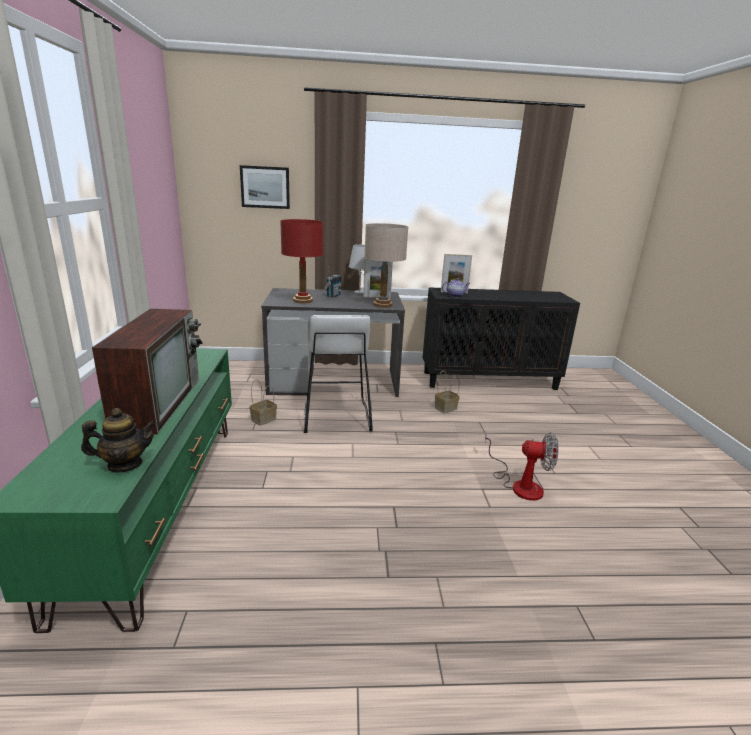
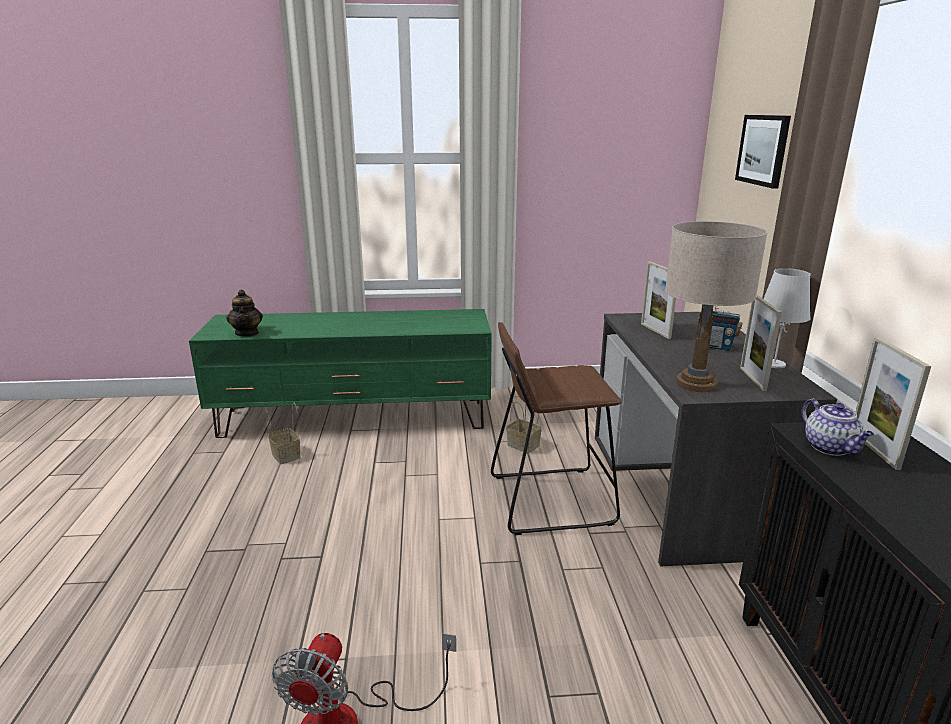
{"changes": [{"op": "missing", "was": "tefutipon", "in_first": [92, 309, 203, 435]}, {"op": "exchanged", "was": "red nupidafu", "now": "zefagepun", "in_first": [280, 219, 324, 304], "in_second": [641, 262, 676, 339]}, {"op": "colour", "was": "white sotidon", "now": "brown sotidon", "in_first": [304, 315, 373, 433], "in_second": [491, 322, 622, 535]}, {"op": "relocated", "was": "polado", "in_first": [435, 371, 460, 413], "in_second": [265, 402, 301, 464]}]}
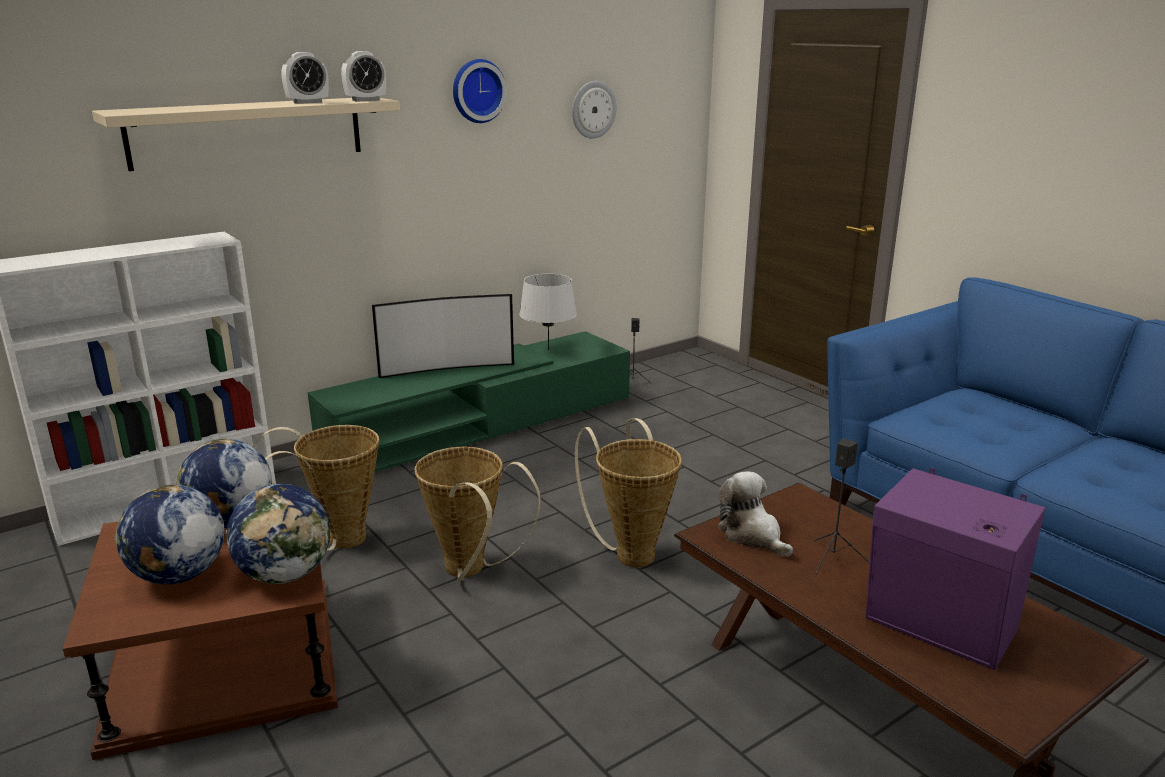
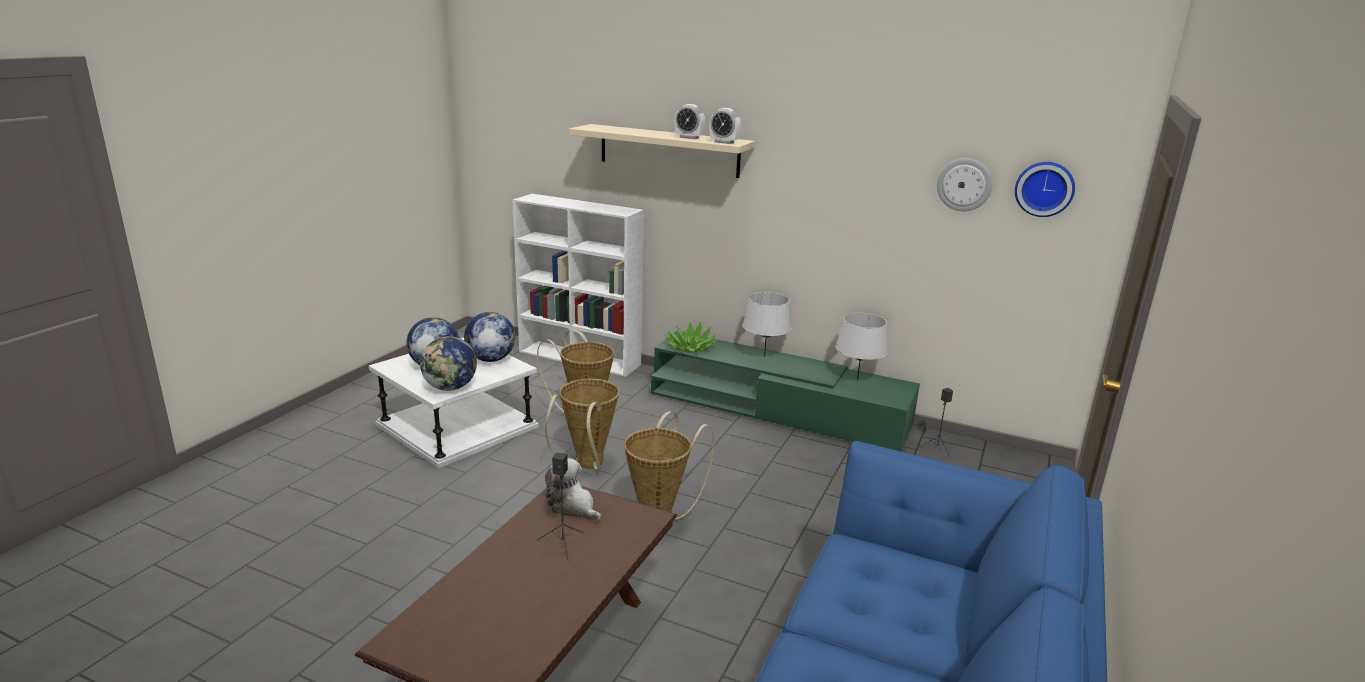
{"changes": [{"op": "colour", "was": "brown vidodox", "now": "white vidodox", "in_first": [63, 493, 338, 760], "in_second": [369, 338, 539, 469]}, {"op": "exchanged", "was": "tefutipon", "now": "grey nupidafu", "in_first": [372, 294, 514, 378], "in_second": [743, 292, 792, 356]}, {"op": "relocated", "was": "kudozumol", "in_first": [453, 59, 507, 123], "in_second": [1015, 162, 1075, 217]}, {"op": "spun", "was": "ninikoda", "in_first": [718, 471, 793, 557], "in_second": [545, 458, 601, 522], "clockwise": -75}, {"op": "missing", "was": "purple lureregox", "in_first": [865, 468, 1045, 670]}, {"op": "appeared", "now": "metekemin", "in_second": [665, 321, 717, 353]}]}
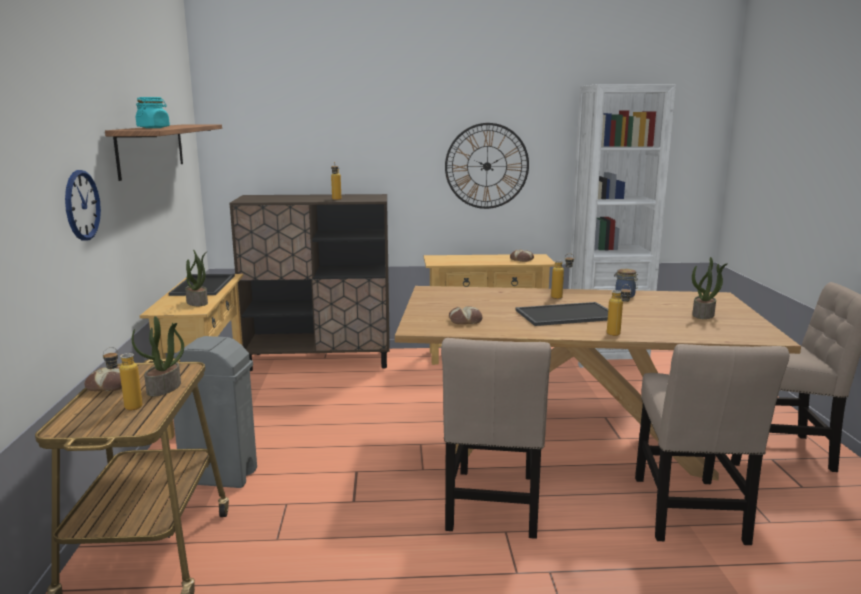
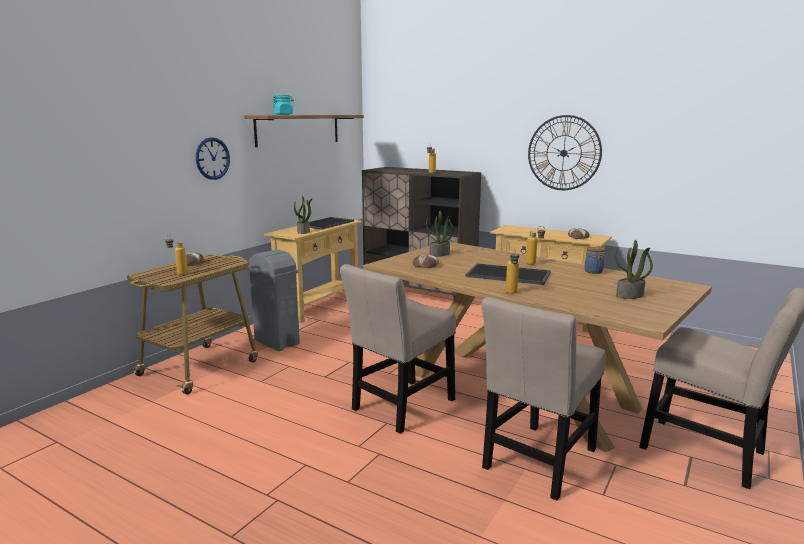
{"changes": [{"op": "relocated", "was": "metekemin", "in_first": [132, 316, 184, 396], "in_second": [426, 211, 454, 257]}, {"op": "missing", "was": "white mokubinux", "in_first": [568, 84, 676, 368]}]}
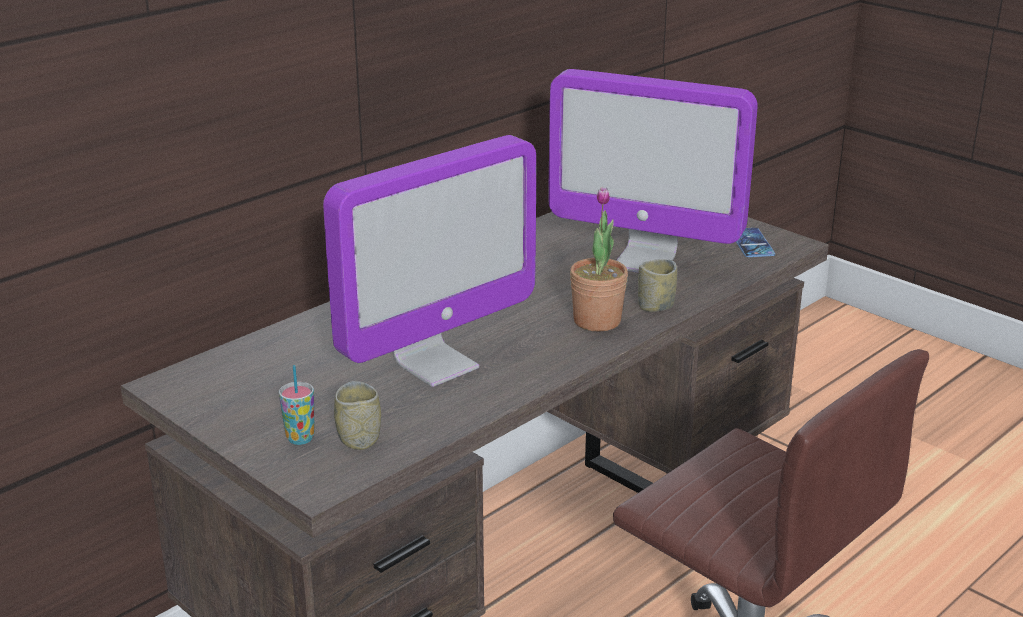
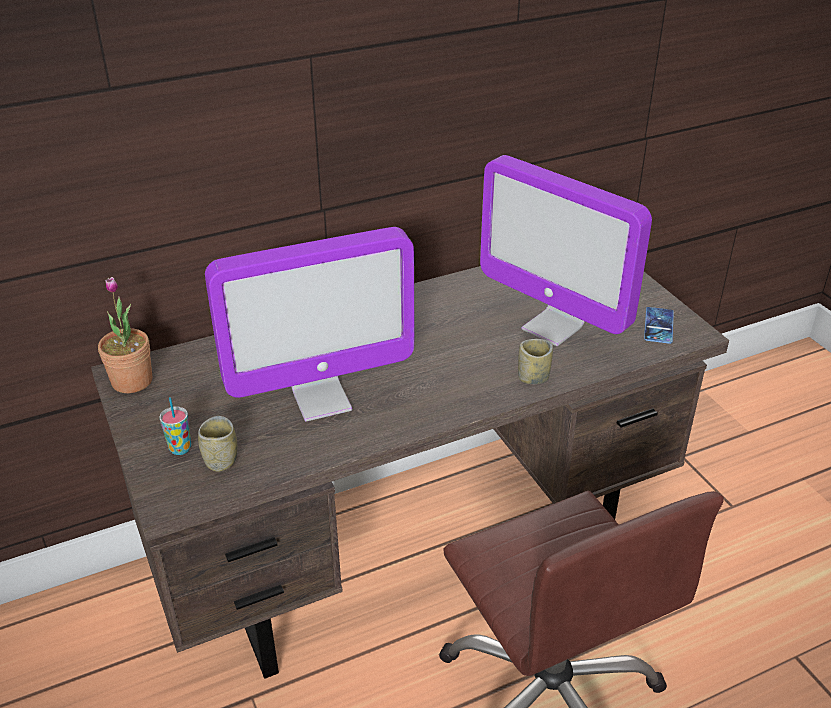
{"changes": [{"op": "relocated", "was": "metekemin", "in_first": [570, 187, 628, 332], "in_second": [98, 277, 152, 393]}]}
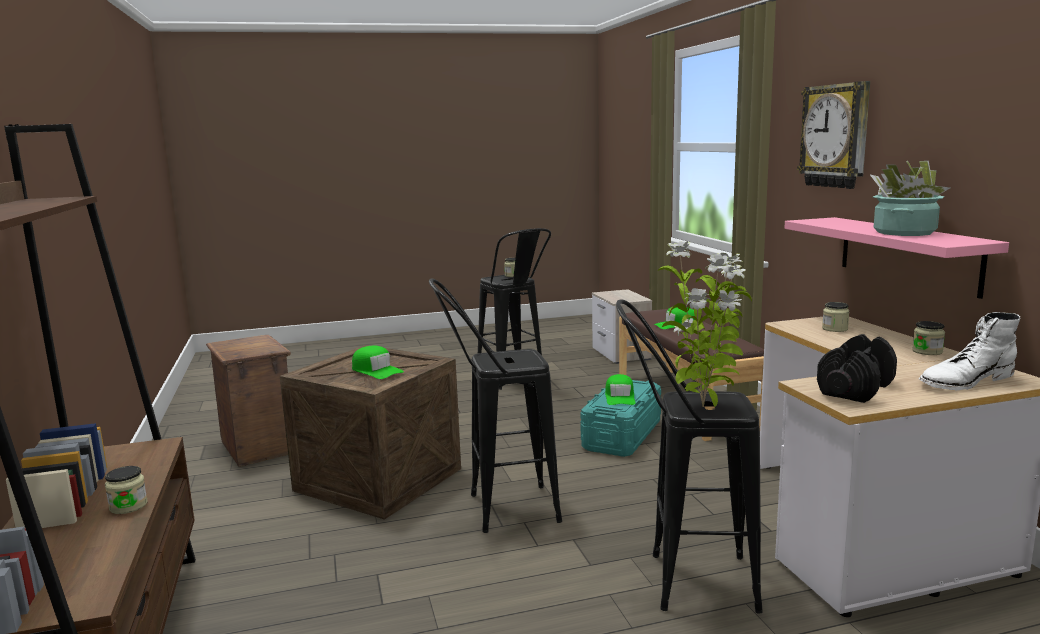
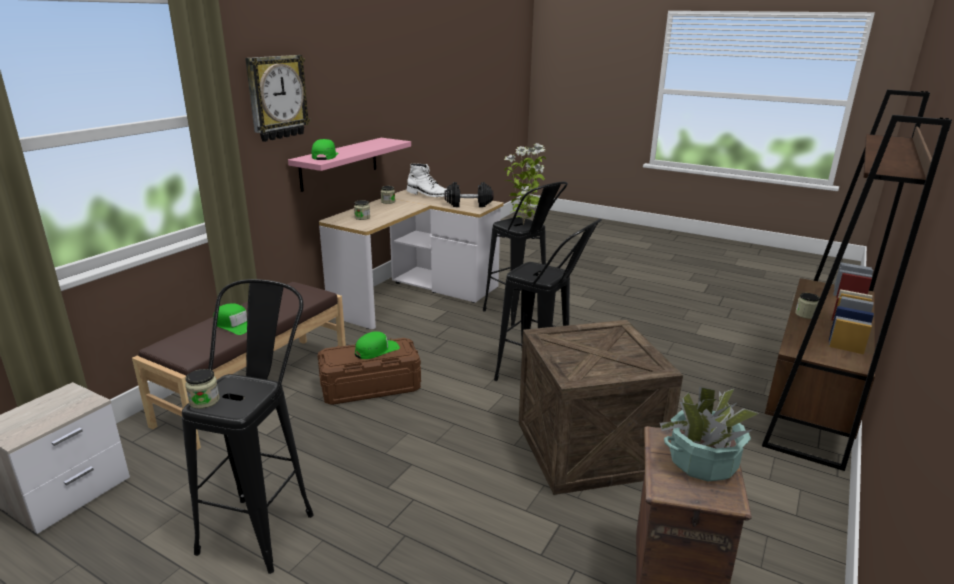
{"changes": [{"op": "relocated", "was": "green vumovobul", "in_first": [352, 346, 404, 379], "in_second": [312, 139, 338, 160]}, {"op": "colour", "was": "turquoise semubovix", "now": "brown semubovix", "in_first": [580, 380, 661, 457], "in_second": [317, 338, 421, 405]}, {"op": "relocated", "was": "metekemin", "in_first": [869, 161, 950, 236], "in_second": [660, 387, 759, 482]}]}
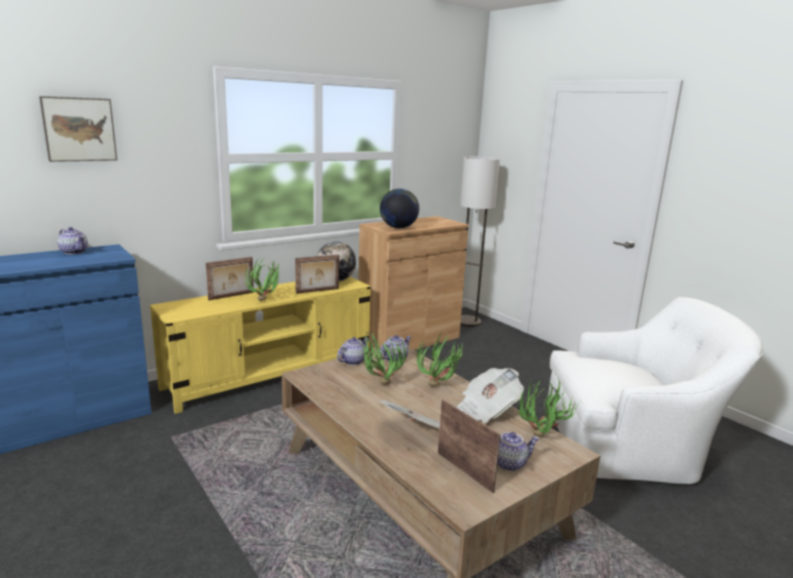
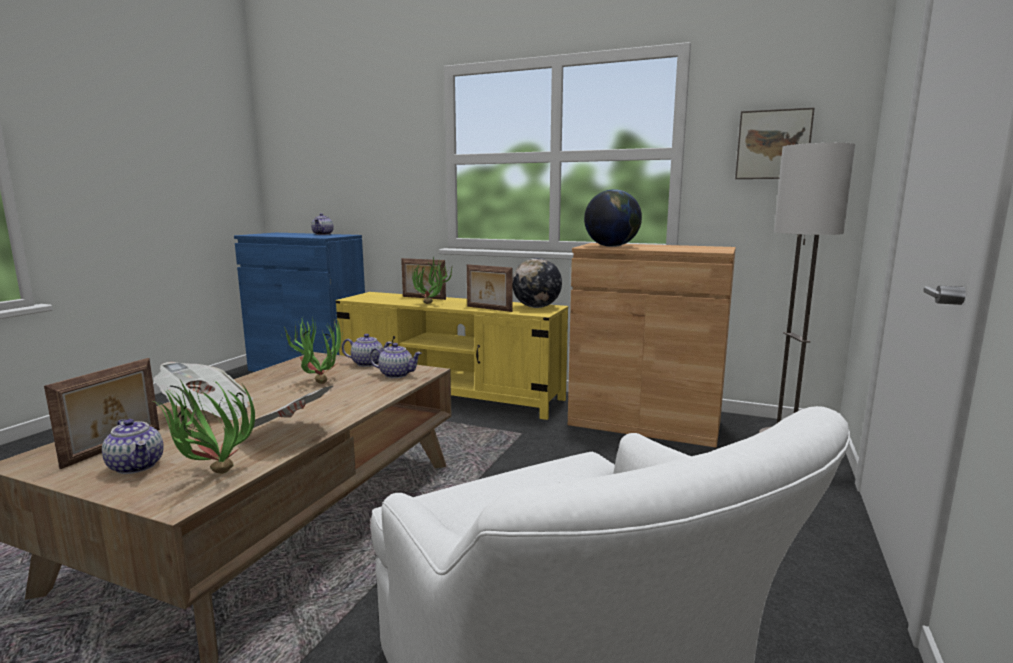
{"changes": [{"op": "relocated", "was": "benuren", "in_first": [39, 96, 117, 162], "in_second": [735, 108, 815, 179]}, {"op": "missing", "was": "metekemin", "in_first": [416, 333, 465, 386]}]}
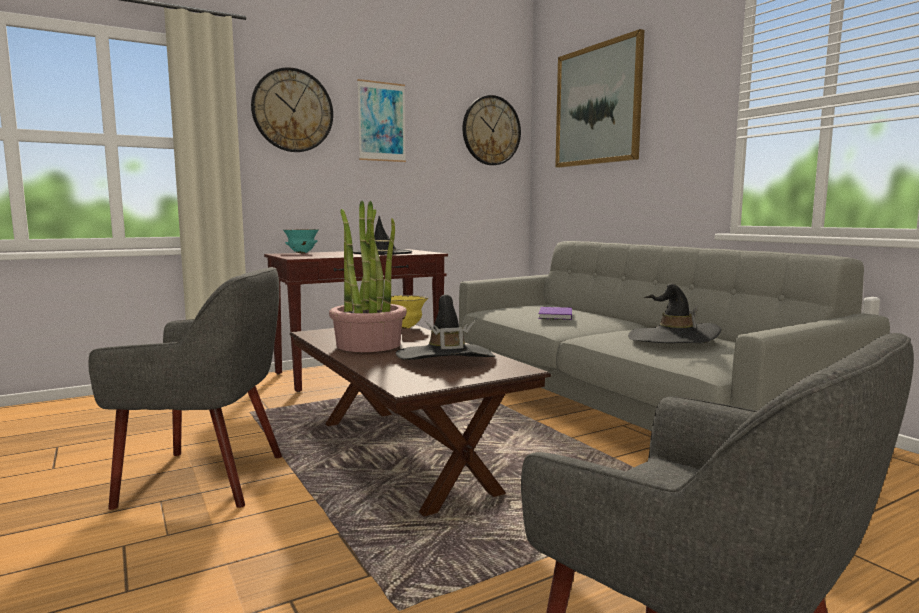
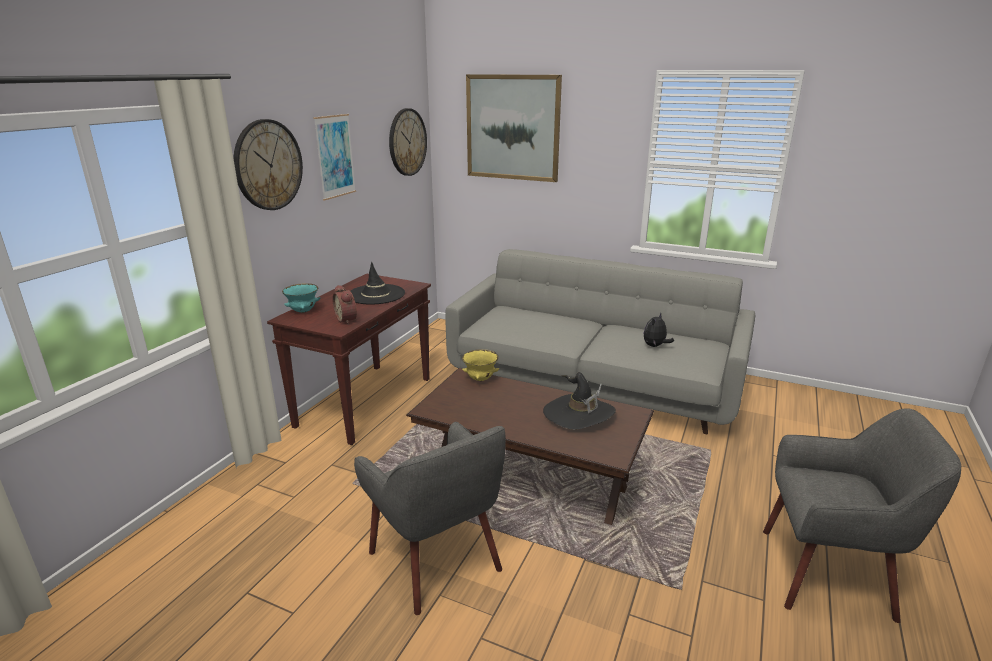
{"changes": [{"op": "spun", "was": "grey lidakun", "in_first": [88, 267, 282, 510], "in_second": [354, 422, 506, 615], "clockwise": 90}, {"op": "missing", "was": "metekemin", "in_first": [329, 201, 407, 352]}, {"op": "missing", "was": "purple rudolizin", "in_first": [538, 307, 572, 320]}, {"op": "exchanged", "was": "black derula", "now": "ninikoda", "in_first": [628, 284, 721, 343], "in_second": [644, 313, 674, 347]}, {"op": "appeared", "now": "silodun", "in_second": [332, 285, 357, 325]}]}
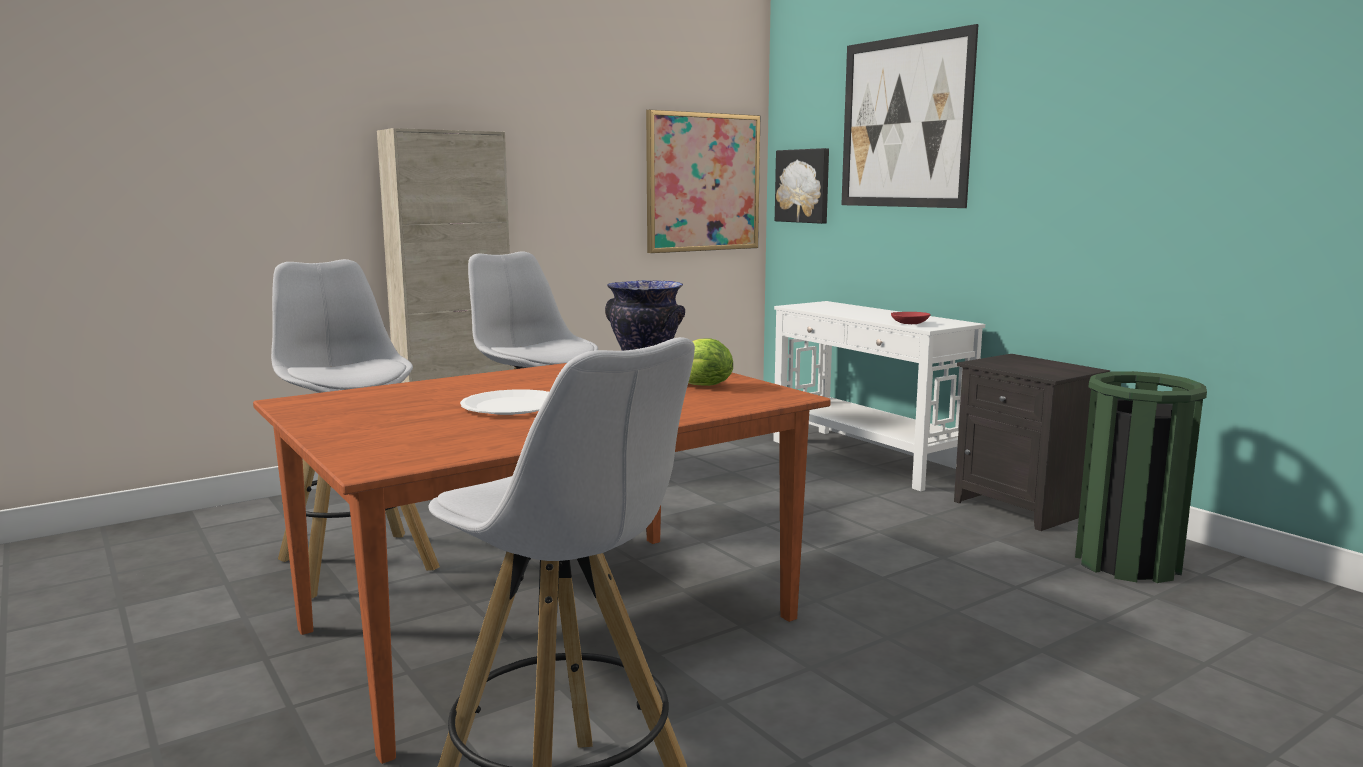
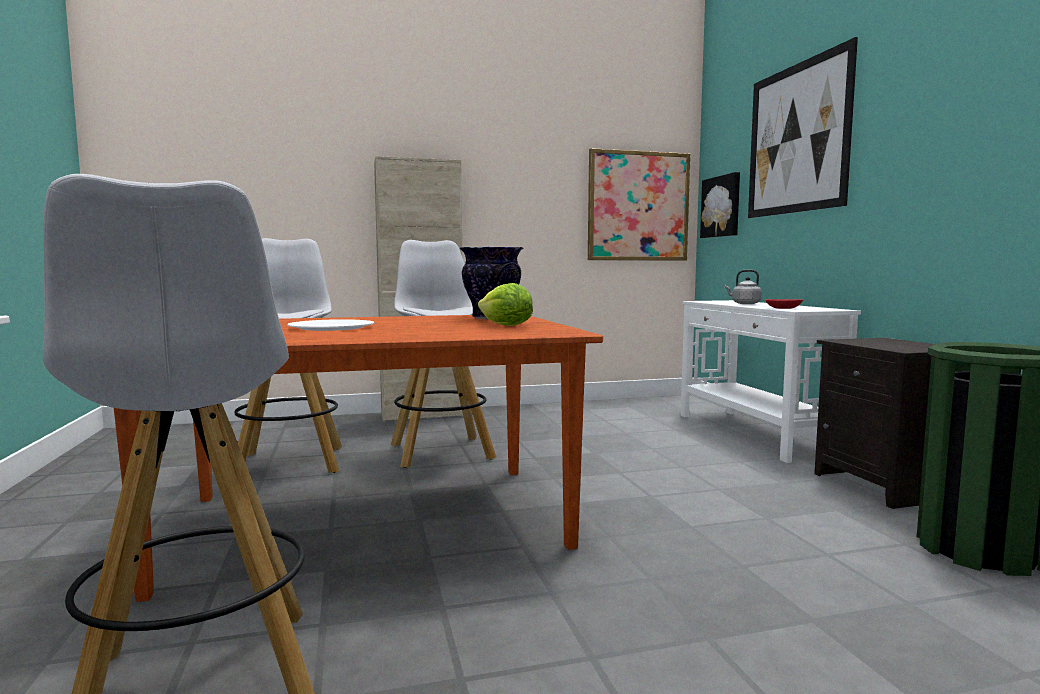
{"changes": [{"op": "appeared", "now": "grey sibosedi", "in_second": [725, 270, 762, 304]}]}
